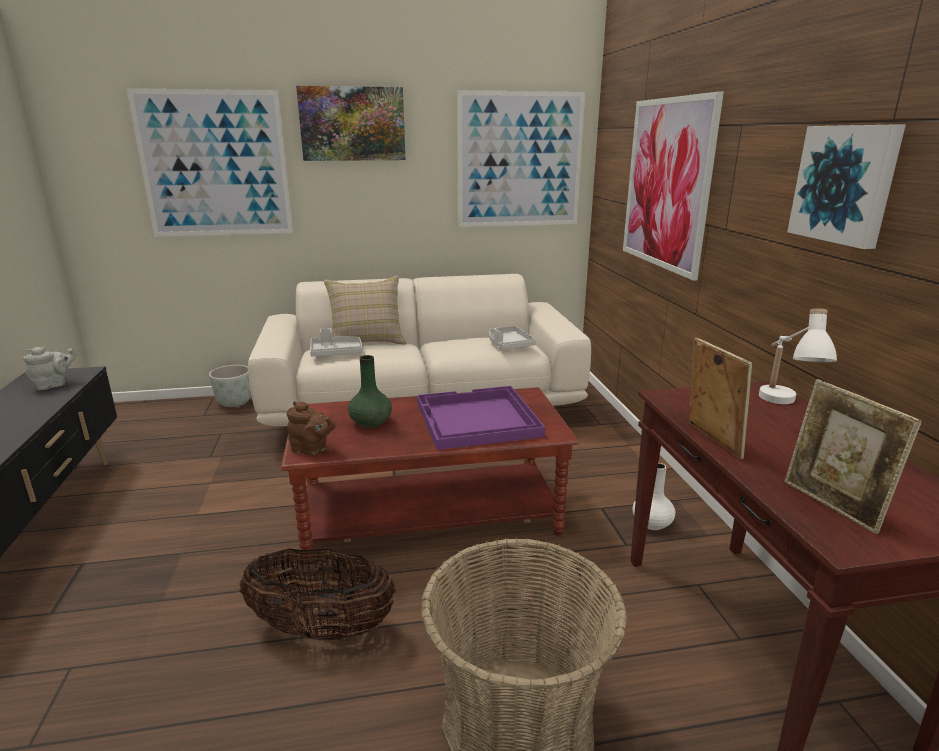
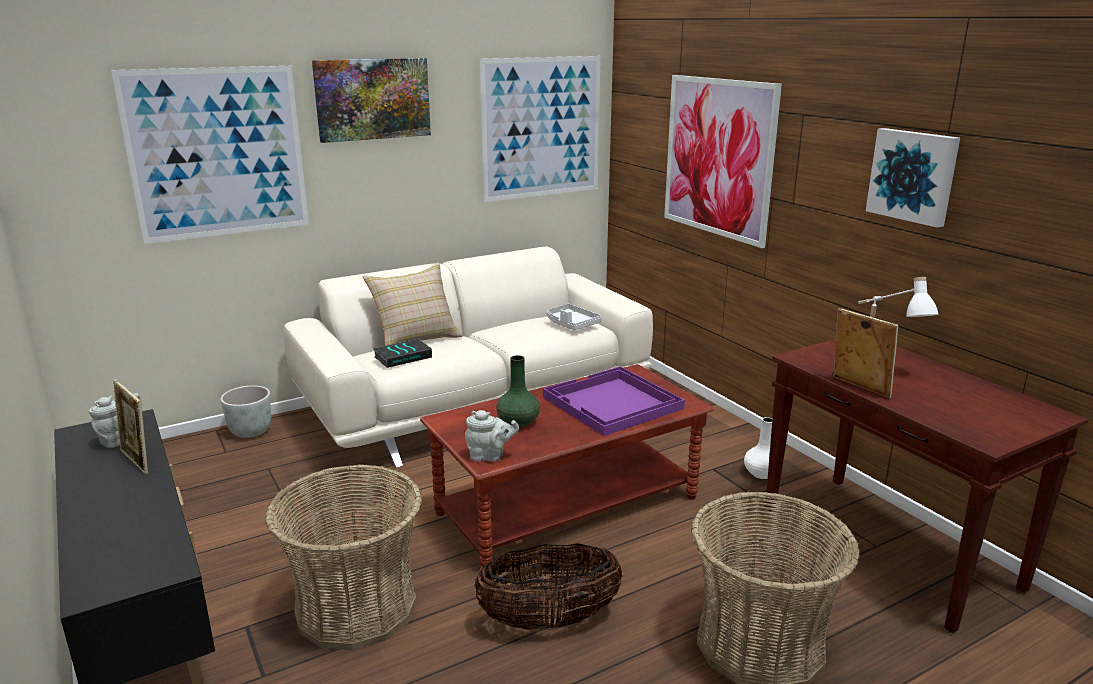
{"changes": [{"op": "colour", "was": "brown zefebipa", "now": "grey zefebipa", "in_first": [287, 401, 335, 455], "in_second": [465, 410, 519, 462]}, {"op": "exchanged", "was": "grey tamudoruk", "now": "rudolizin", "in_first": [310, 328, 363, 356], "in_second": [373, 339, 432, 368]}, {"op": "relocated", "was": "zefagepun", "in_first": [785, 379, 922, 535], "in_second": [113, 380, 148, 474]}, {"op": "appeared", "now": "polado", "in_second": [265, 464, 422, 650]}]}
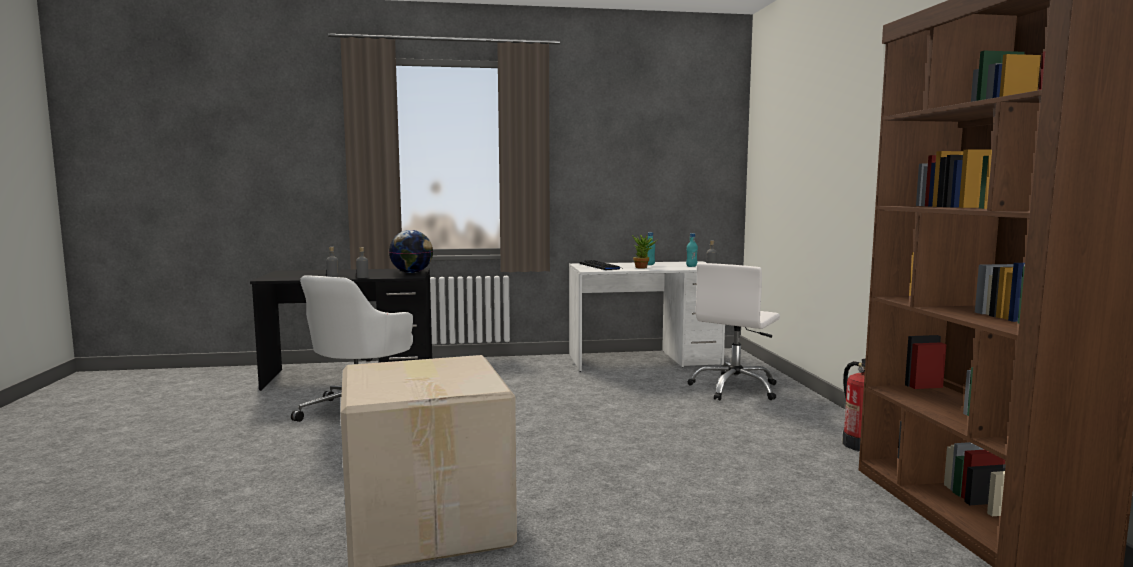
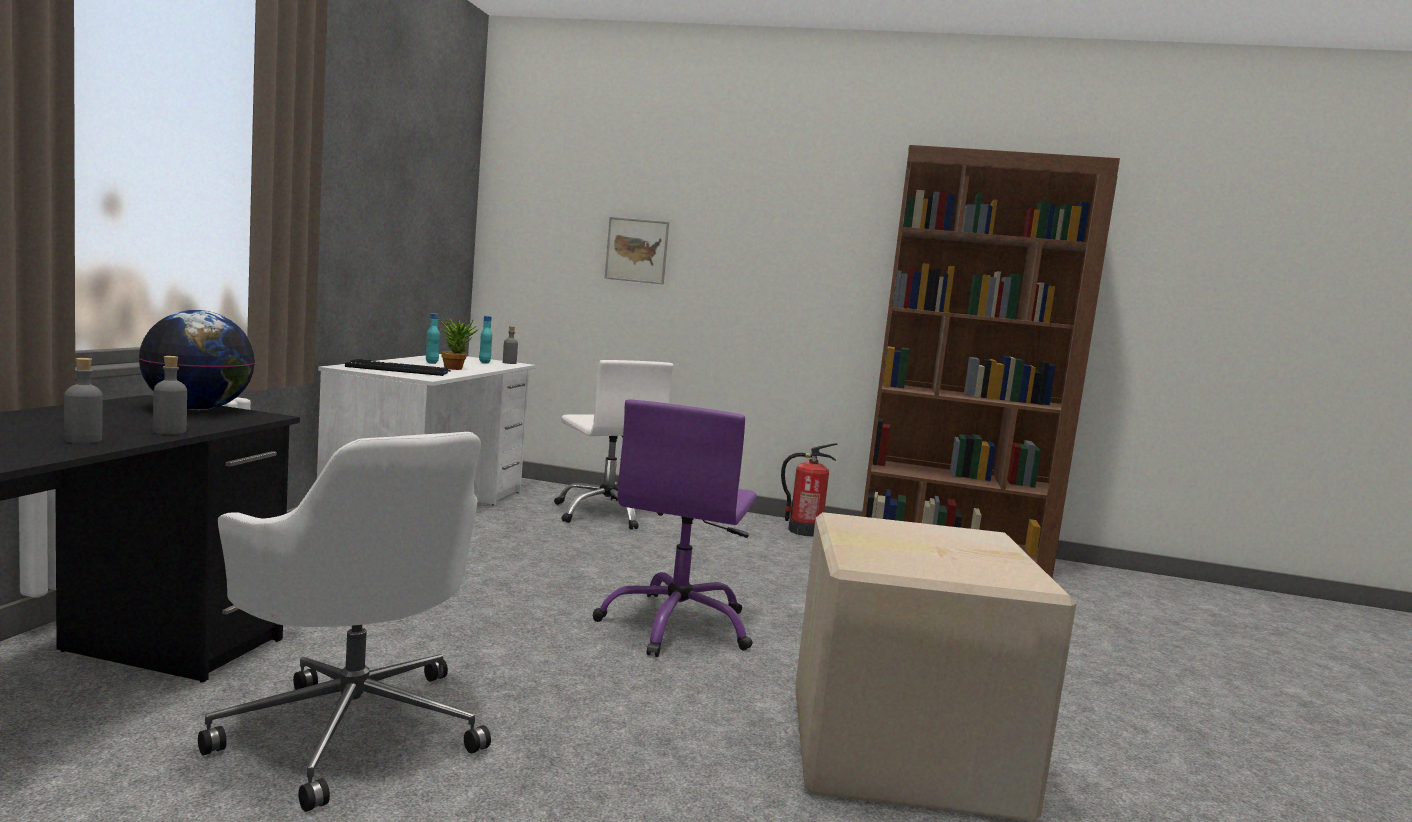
{"changes": [{"op": "appeared", "now": "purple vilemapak", "in_second": [593, 399, 757, 657]}, {"op": "appeared", "now": "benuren", "in_second": [605, 217, 669, 285]}]}
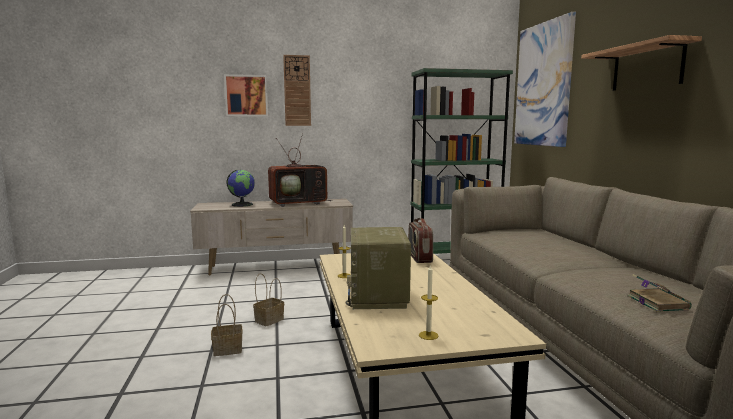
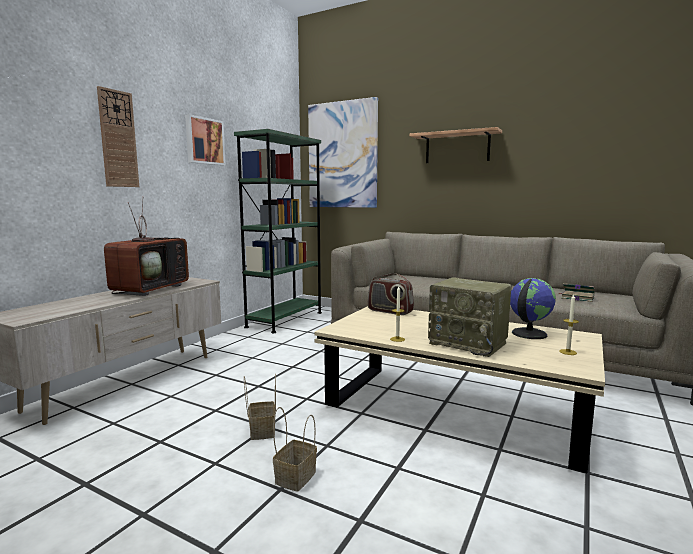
{"changes": [{"op": "relocated", "was": "benuren", "in_first": [224, 74, 268, 117], "in_second": [185, 114, 226, 165]}, {"op": "relocated", "was": "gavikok", "in_first": [226, 170, 255, 207], "in_second": [510, 278, 556, 339]}]}
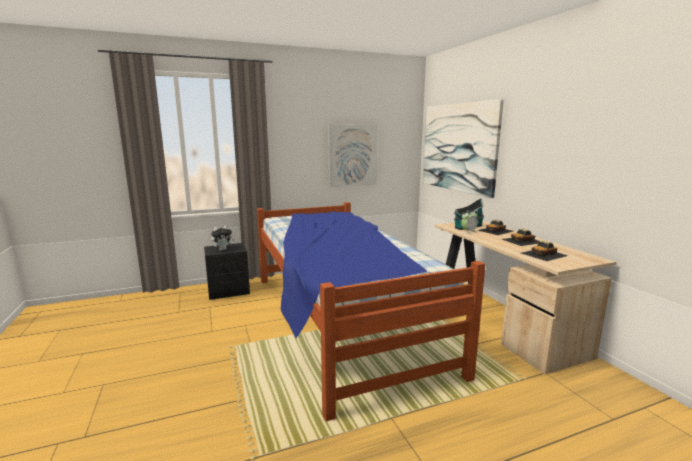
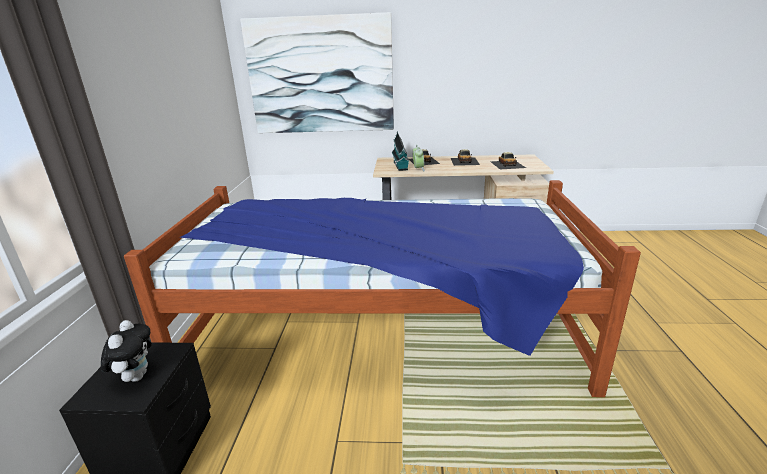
{"changes": [{"op": "missing", "was": "benuren", "in_first": [328, 125, 378, 187]}]}
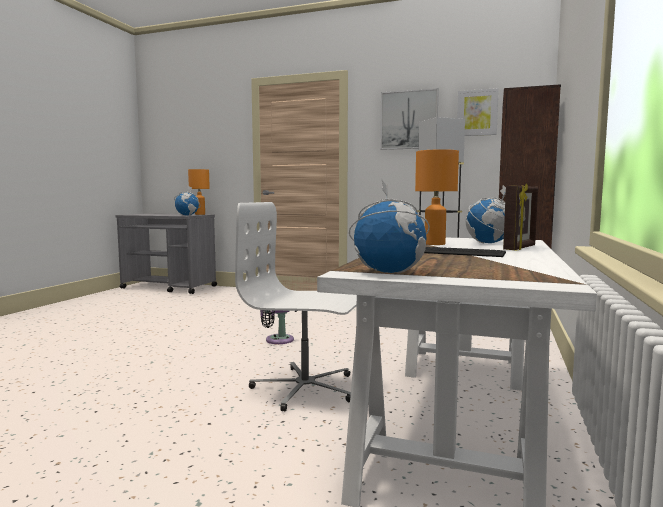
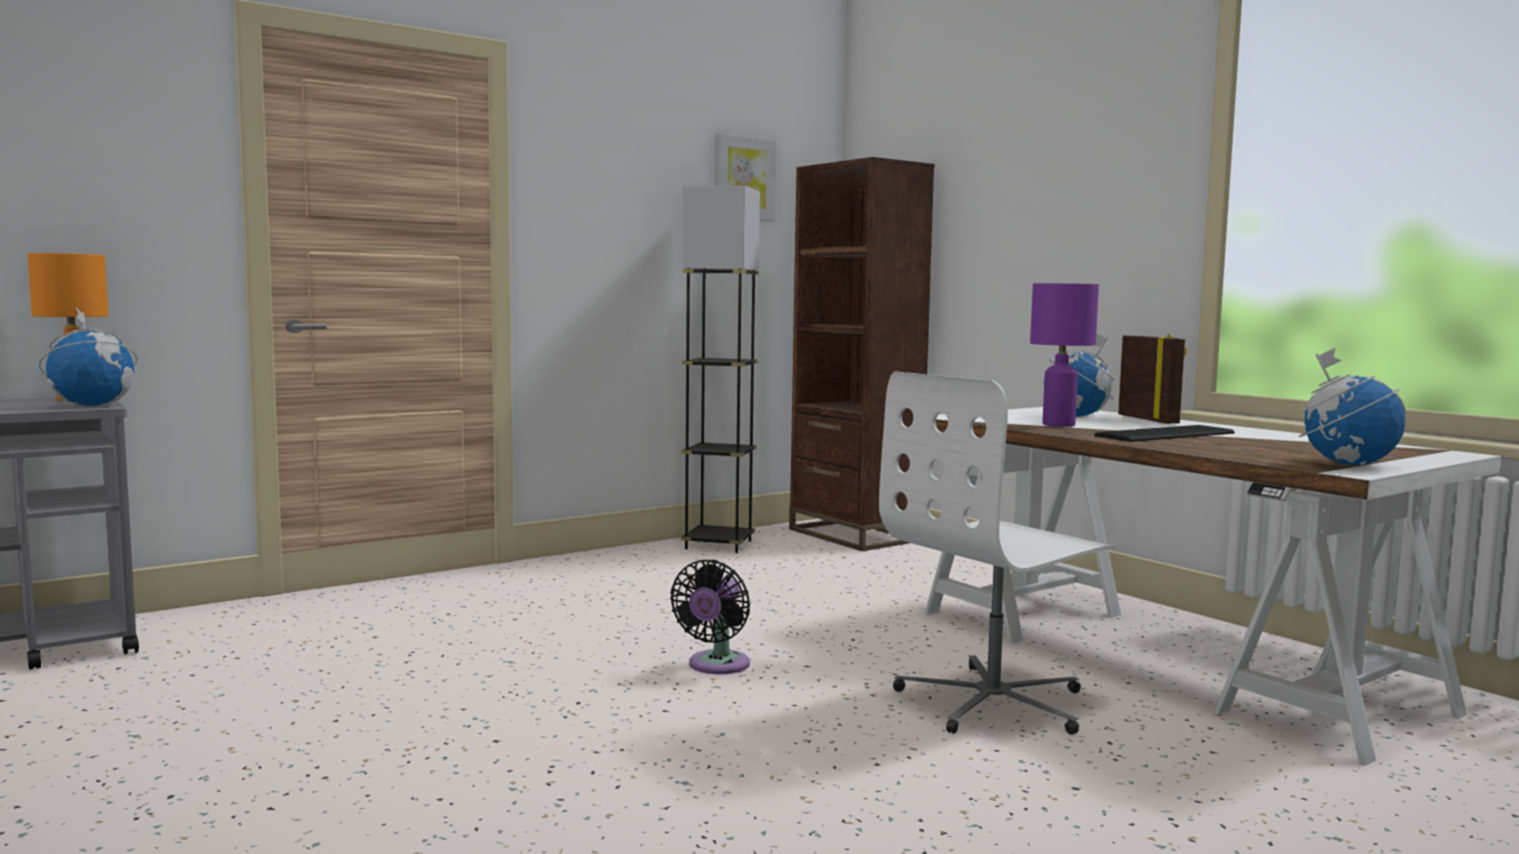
{"changes": [{"op": "missing", "was": "benuren", "in_first": [380, 88, 439, 150]}, {"op": "colour", "was": "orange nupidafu", "now": "purple nupidafu", "in_first": [415, 149, 459, 245], "in_second": [1030, 283, 1099, 427]}]}
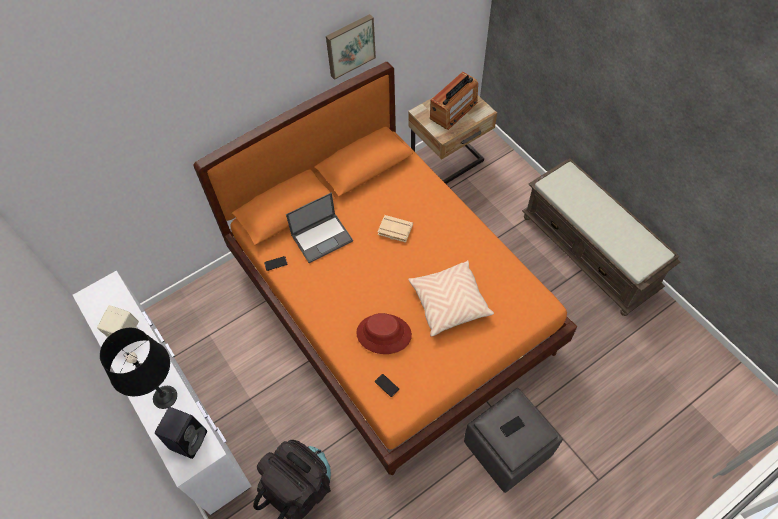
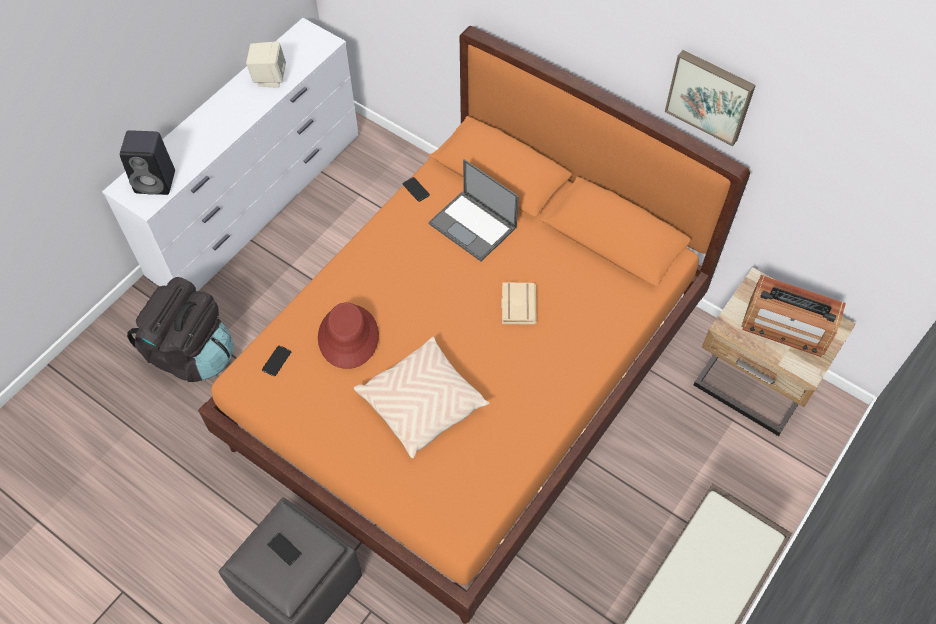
{"changes": [{"op": "missing", "was": "black nupidafu", "in_first": [100, 328, 177, 409]}]}
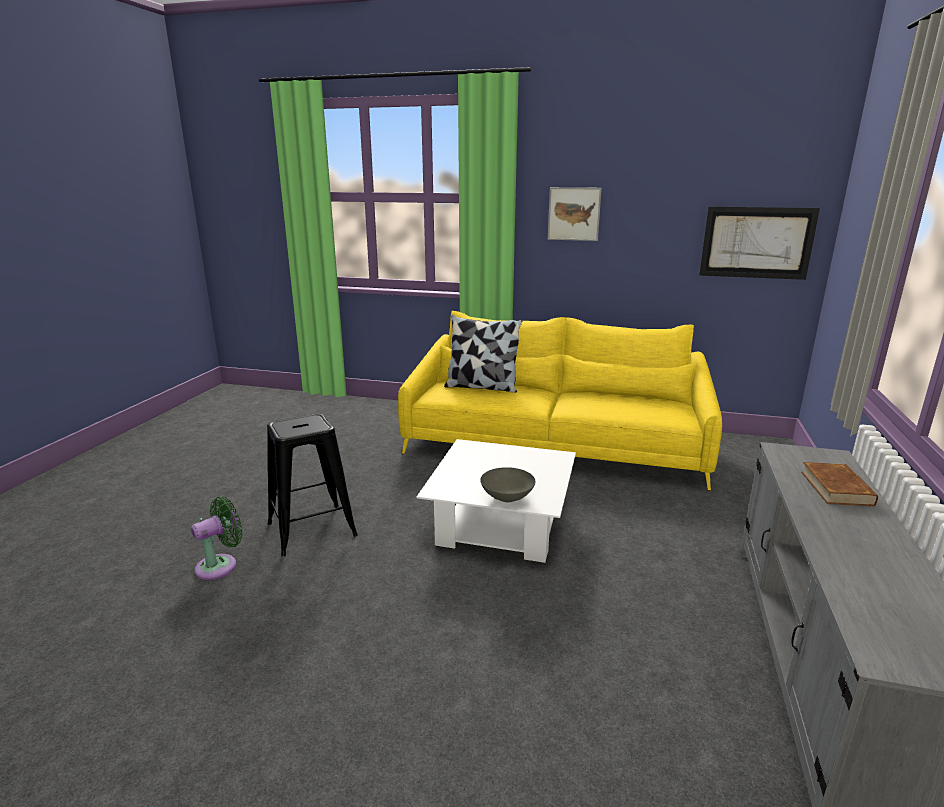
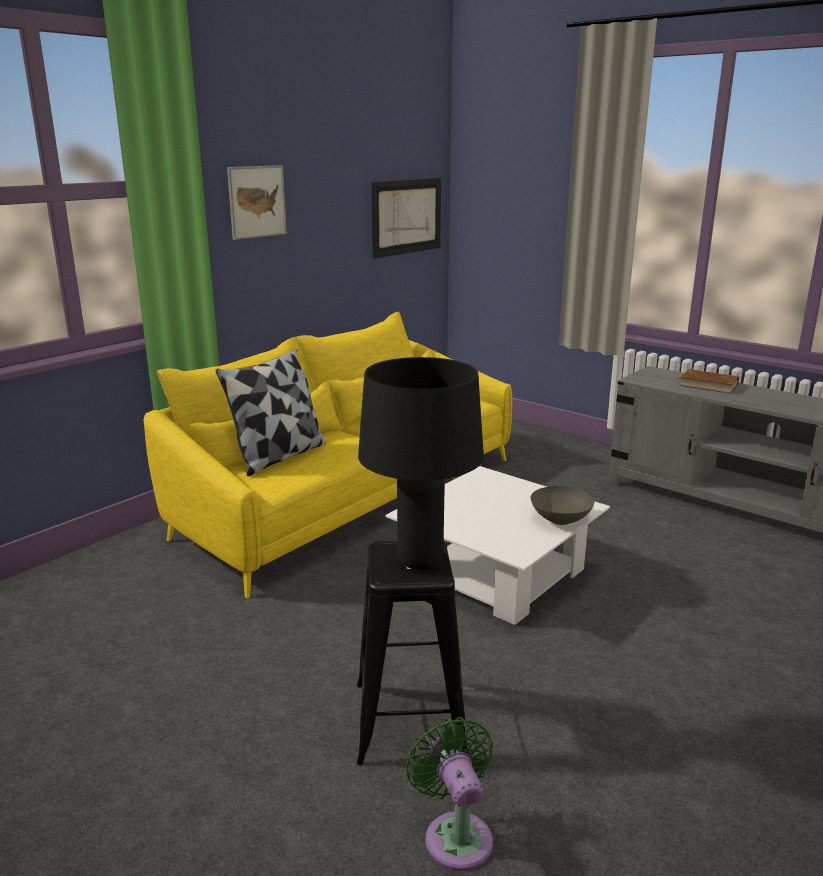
{"changes": [{"op": "appeared", "now": "black nupidafu", "in_second": [358, 357, 484, 570]}]}
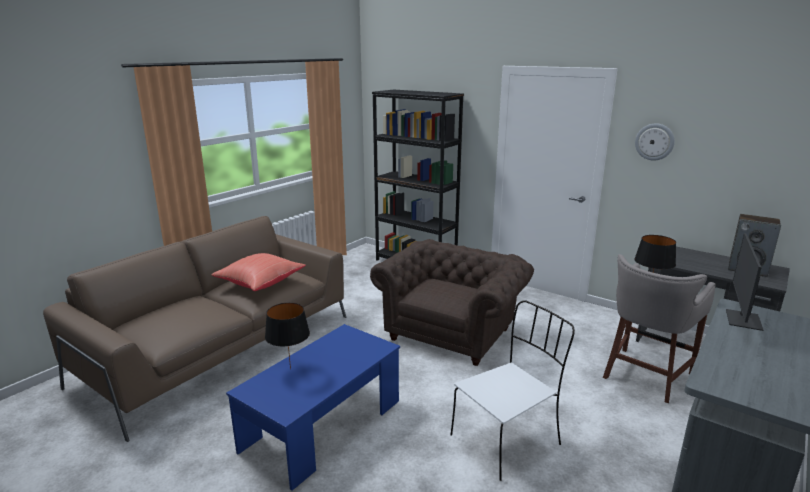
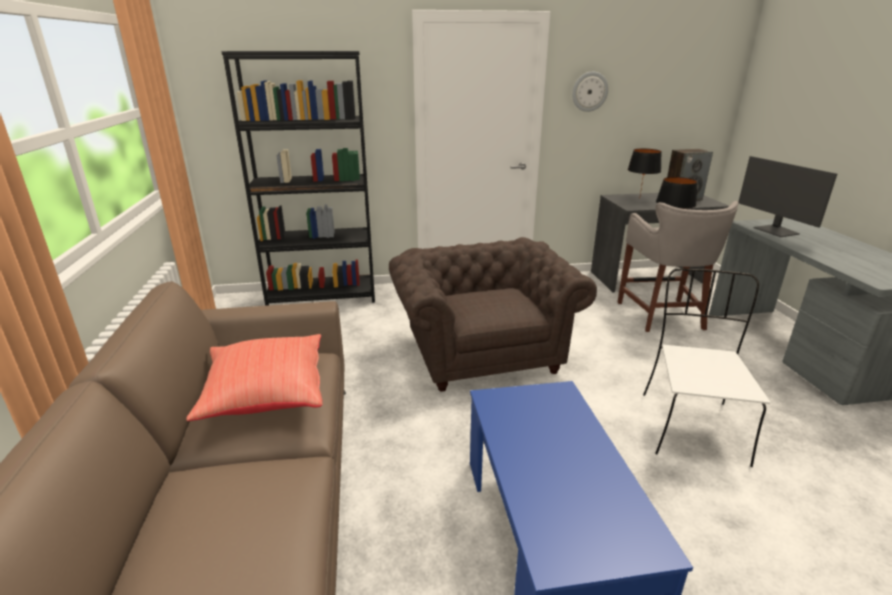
{"changes": [{"op": "relocated", "was": "black nupidafu", "in_first": [265, 303, 310, 369], "in_second": [627, 148, 662, 199]}]}
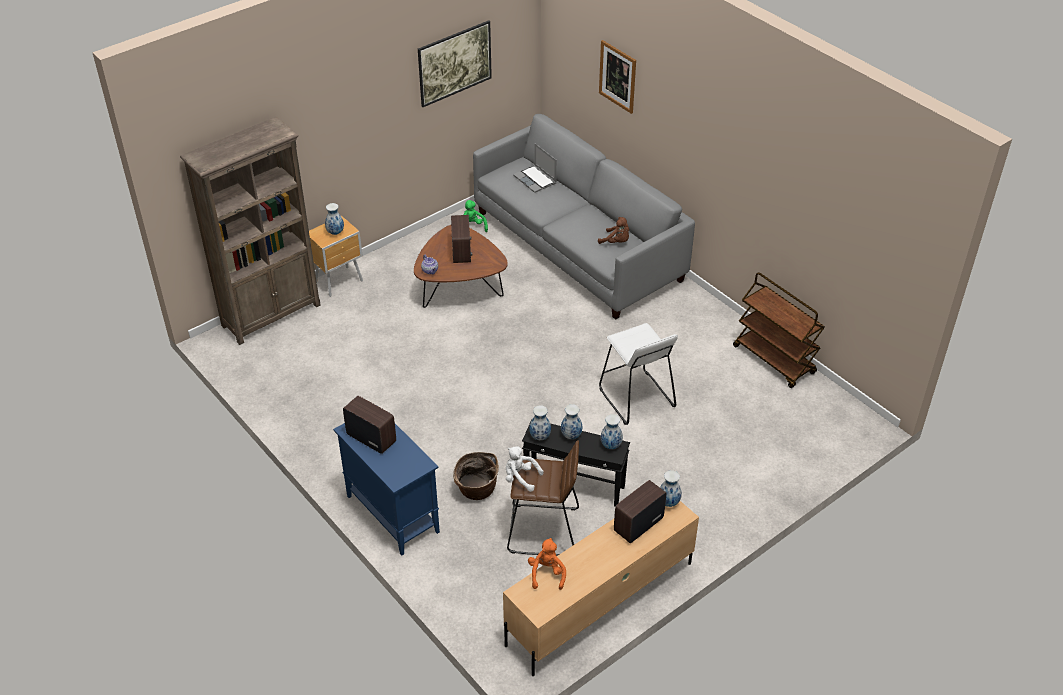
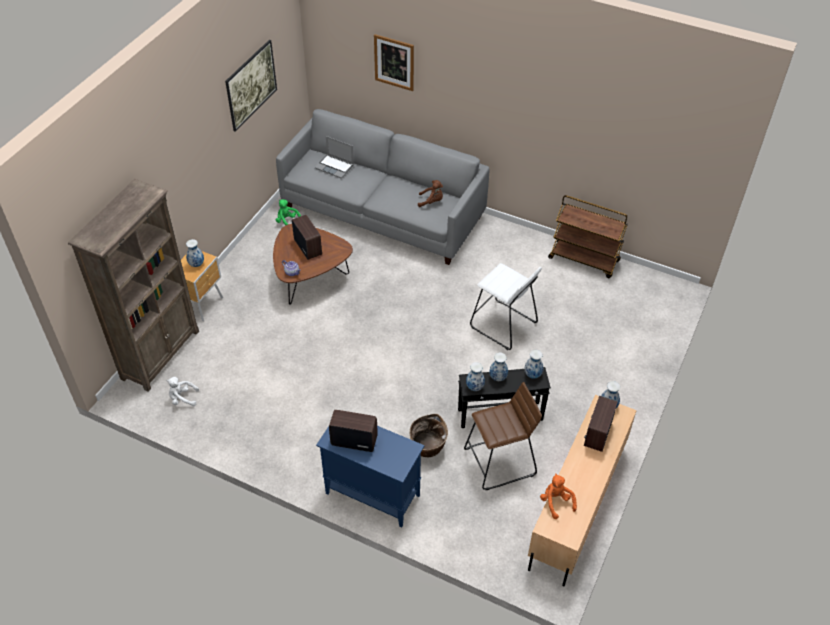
{"changes": [{"op": "relocated", "was": "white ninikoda", "in_first": [506, 446, 544, 492], "in_second": [166, 377, 199, 406]}]}
